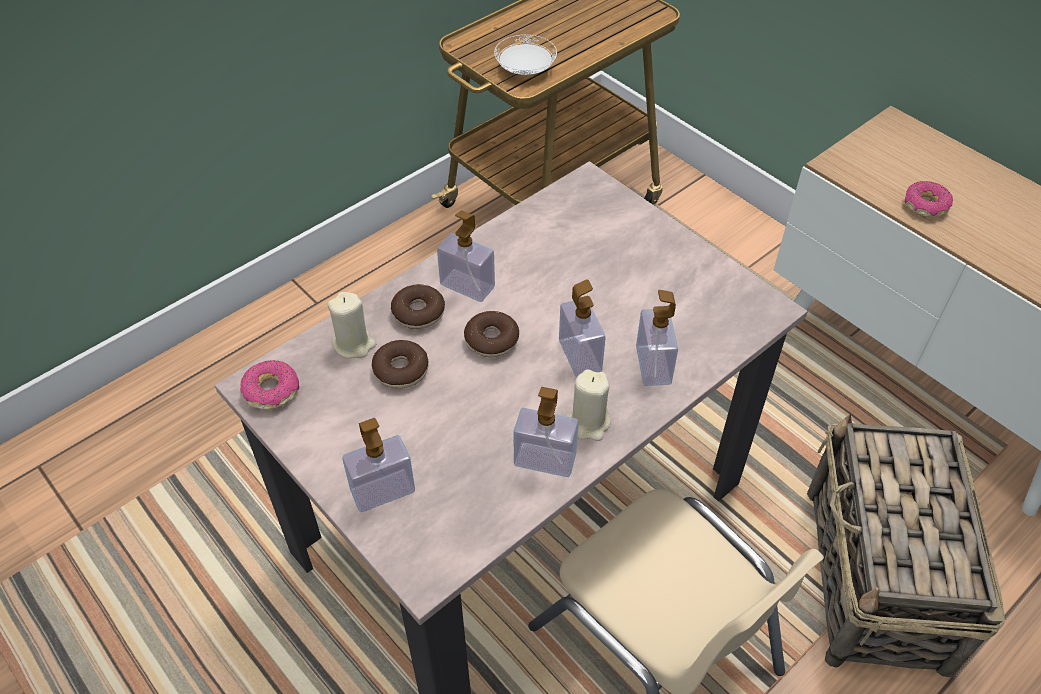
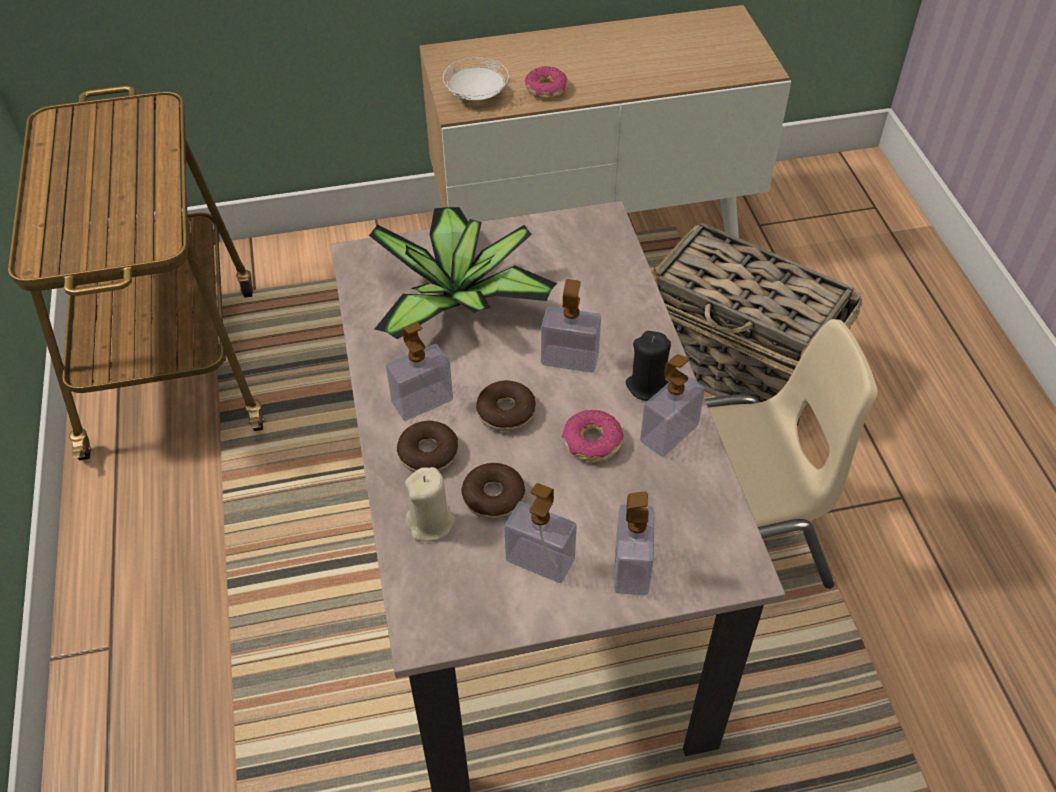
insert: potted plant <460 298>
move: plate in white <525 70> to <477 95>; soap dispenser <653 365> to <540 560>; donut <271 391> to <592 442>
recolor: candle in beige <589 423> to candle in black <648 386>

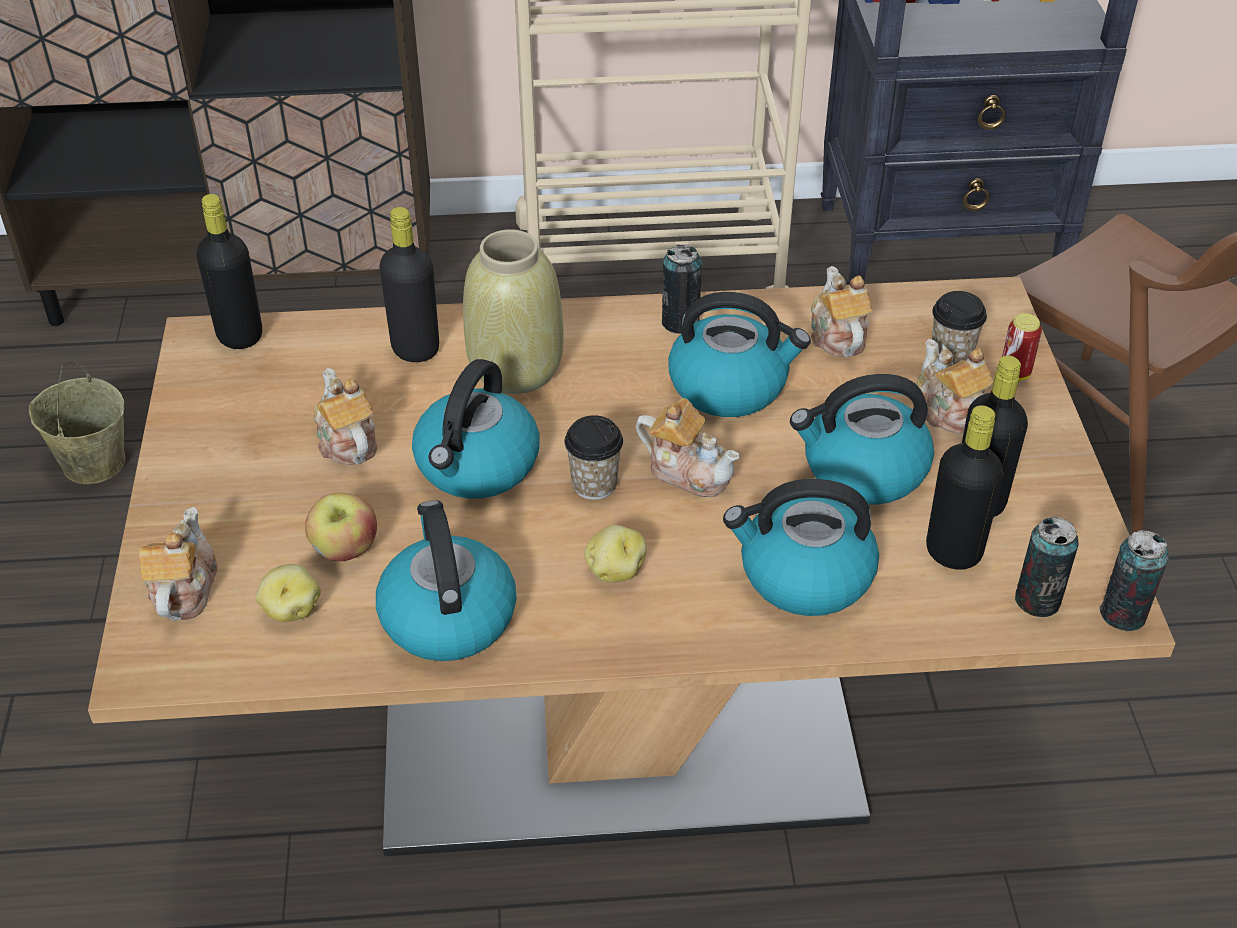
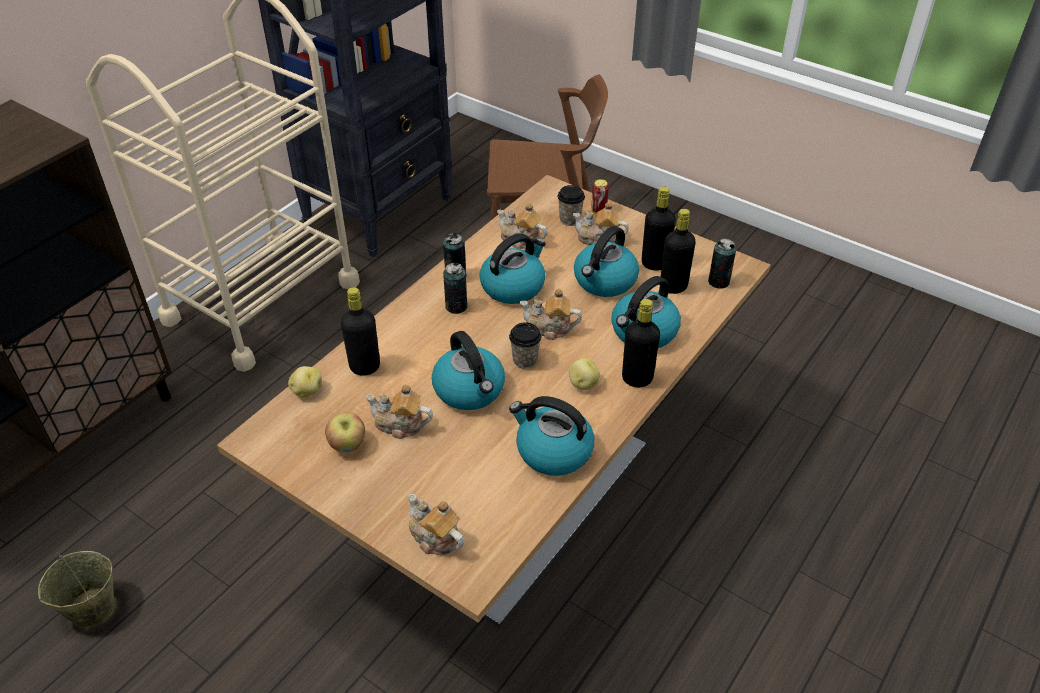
delete: vase in beige <516 368>
move: potato <291 609> to <307 391>; apple <345 550> to <348 445>; can <1123 614> to <456 307>; bottle in black <240 336> to <637 378>
rotate: teapot <688 471> = <549 328> 150 degrees counterclockwise

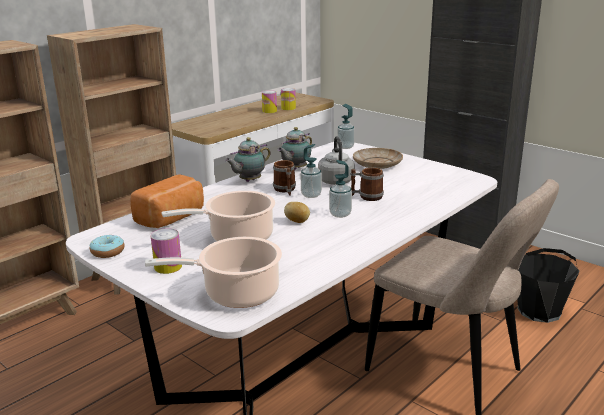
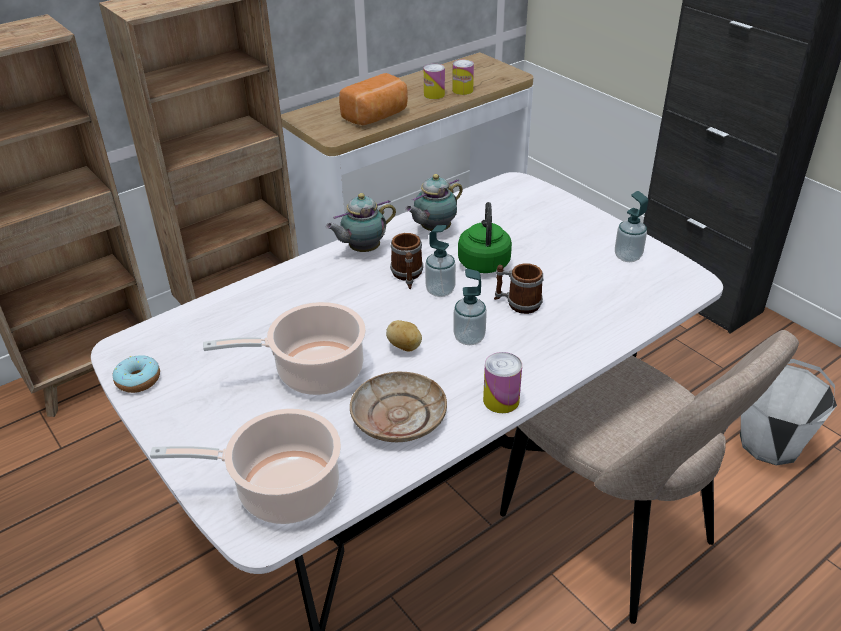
move: bread <172 218> to <377 116>; plate in beige <377 164> to <398 417>; can <168 267> to <501 400>; soap dispenser <345 147> to <627 256>
recolor: kettle in grey <335 180> to kettle in green <484 261>; bucket in black <540 311> to bucket in white <770 443>

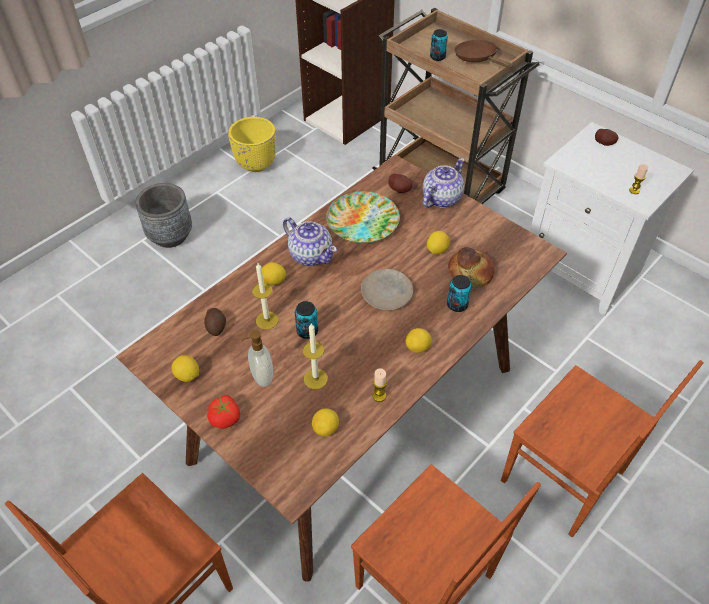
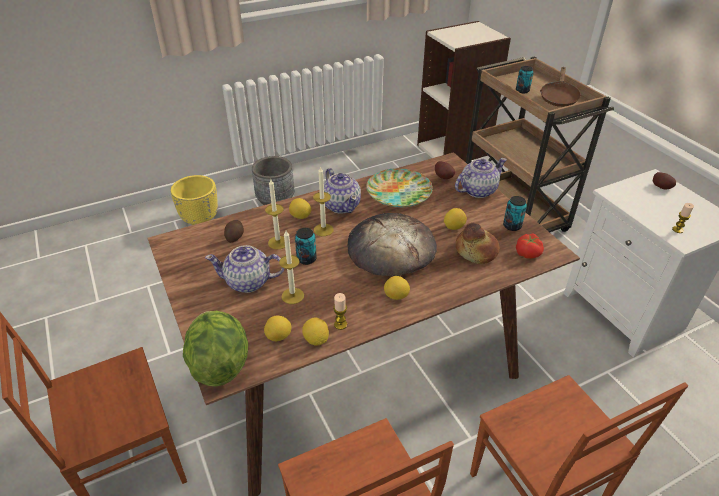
insert: lettuce <219 363>; candle <323 230>
move: planter in yellow <256 164> to <200 219>; lemon <187 375> to <316 340>; can <457 305> to <512 226>; tomato <225 417> to <528 253>
replace: soap dispenser <261 377> to teapot <249 282>; plate in beige <387 293> to bread <391 248>
rotate: frying pan in brown <478 59> = <558 98> 150 degrees counterclockwise

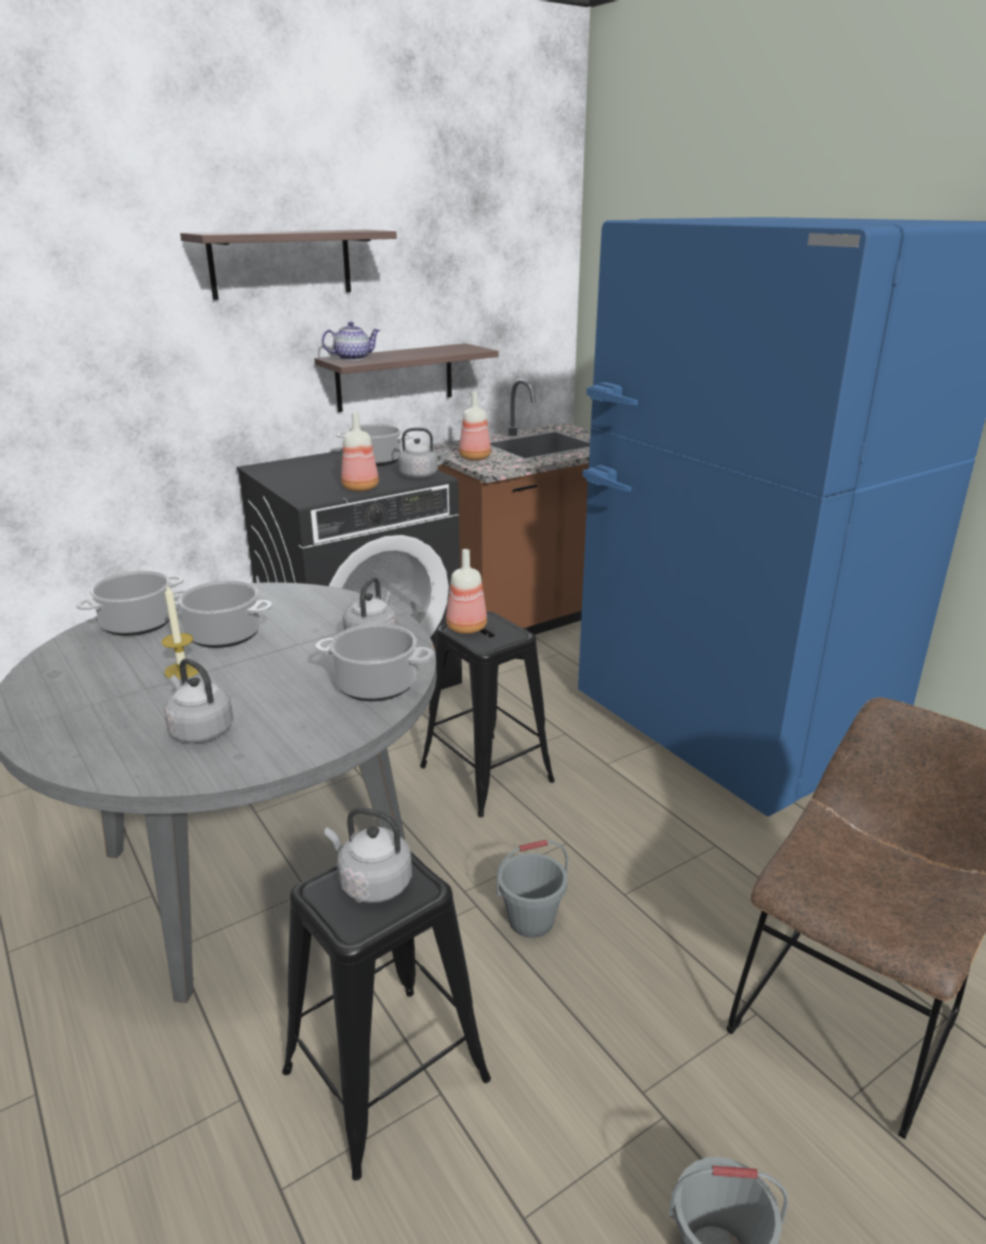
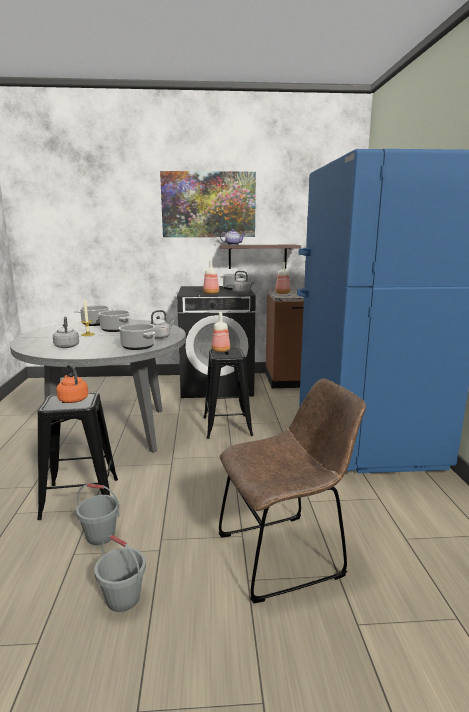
move: bucket in grey <531 920> to <101 536>
replace: shelf <281 263> to picture <208 205>
recolor: kettle in grey <372 883> to kettle in orange <72 399>

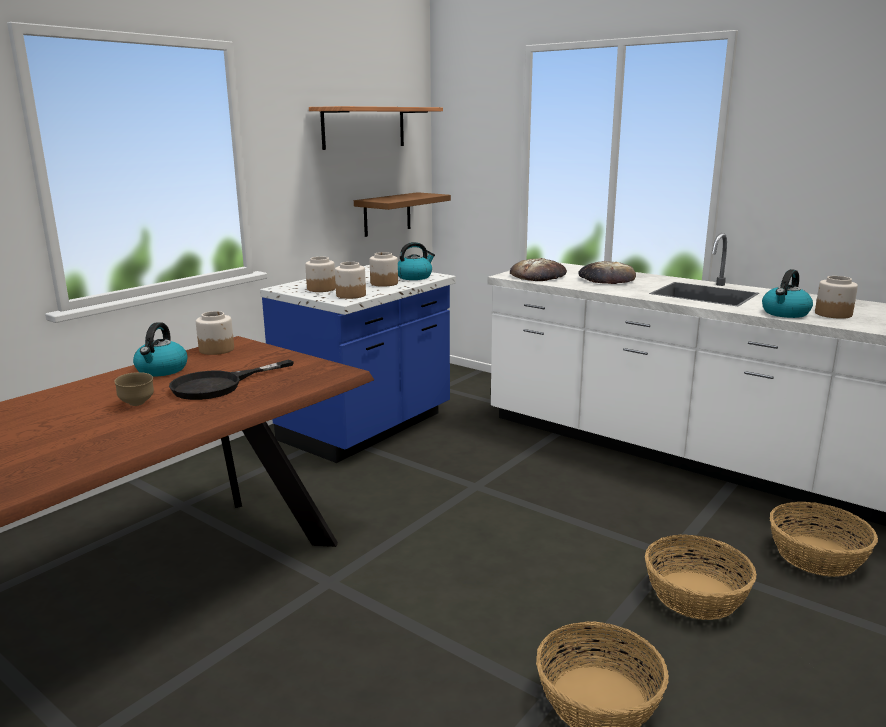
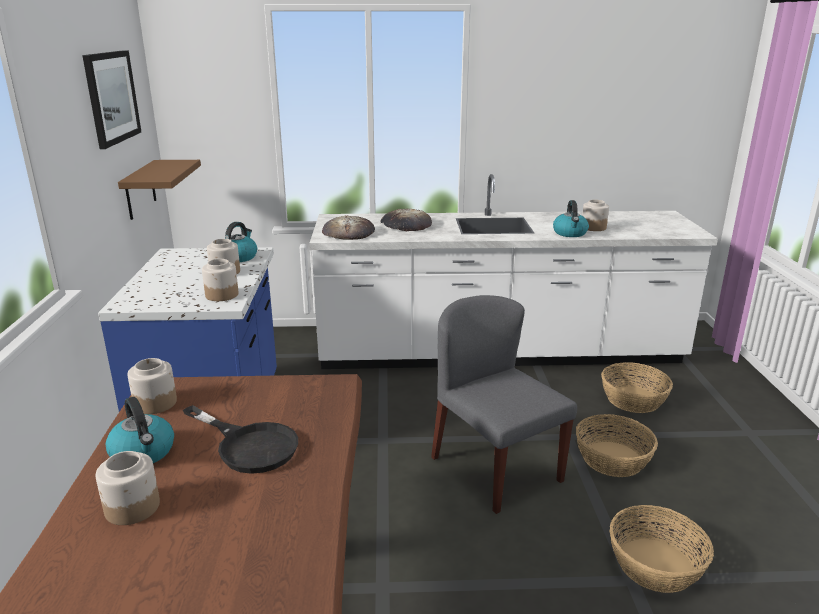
delete: bowl in brown <137 404>
insert: chair in grey <495 468>
move: jar <321 289> to <132 508>
replace: shelf <364 127> to picture <111 97>
rotate: frying pan in black <218 385> = <249 445> 60 degrees counterclockwise

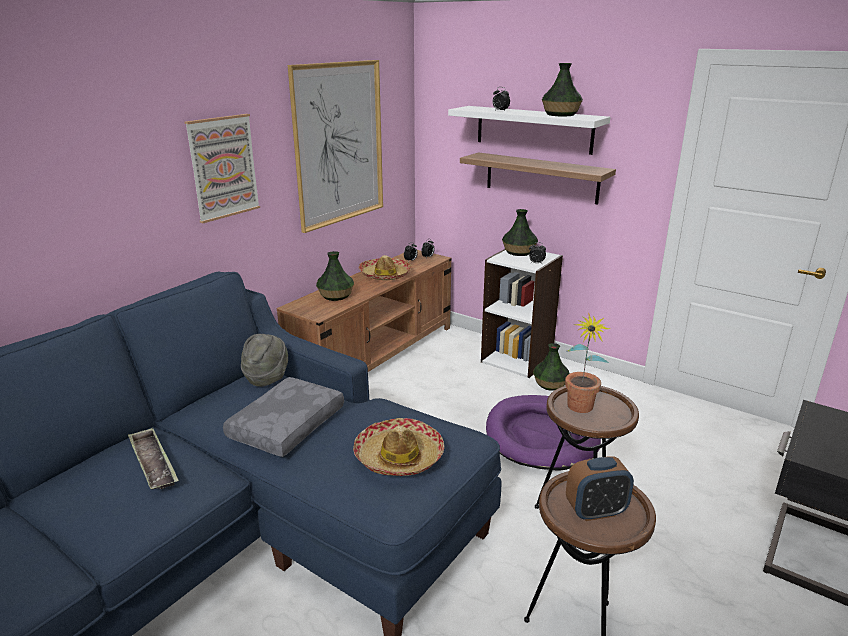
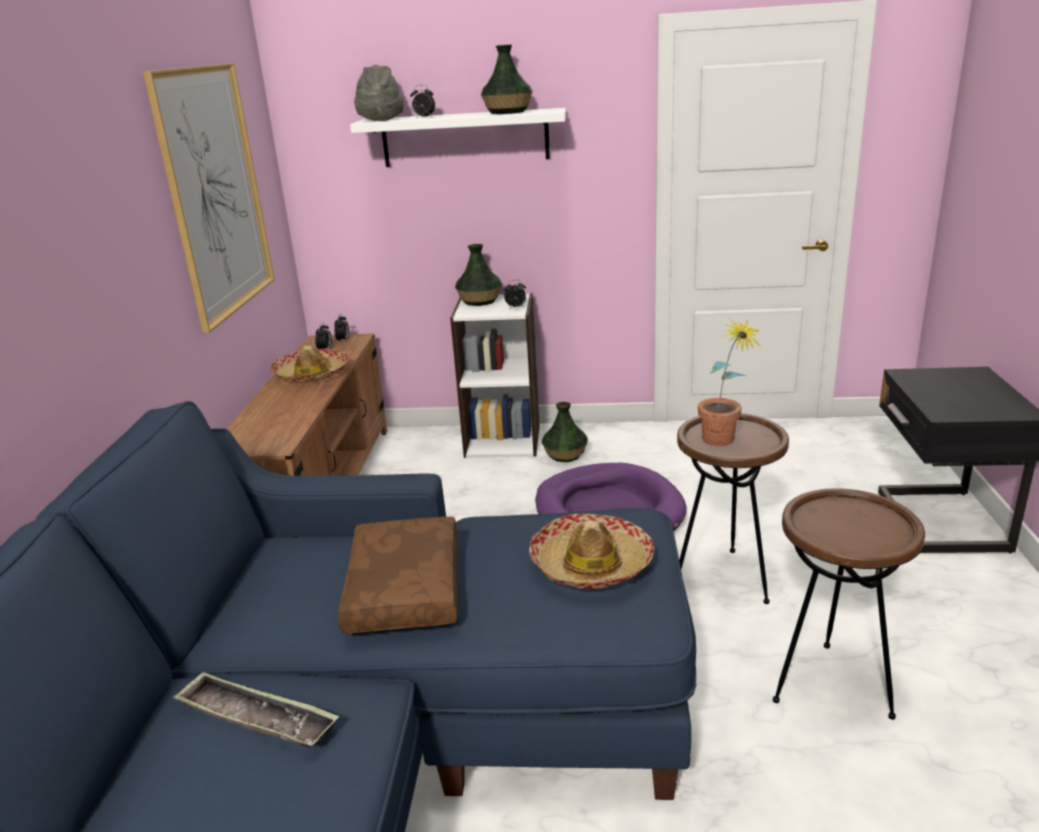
delete: picture <223 167>; vase <336 296>; shelf <541 178>; alarm clock <596 511>
move: hat in grey <267 377> to <381 119>
recolor: pillow in grey <286 425> to pillow in brown <402 588>

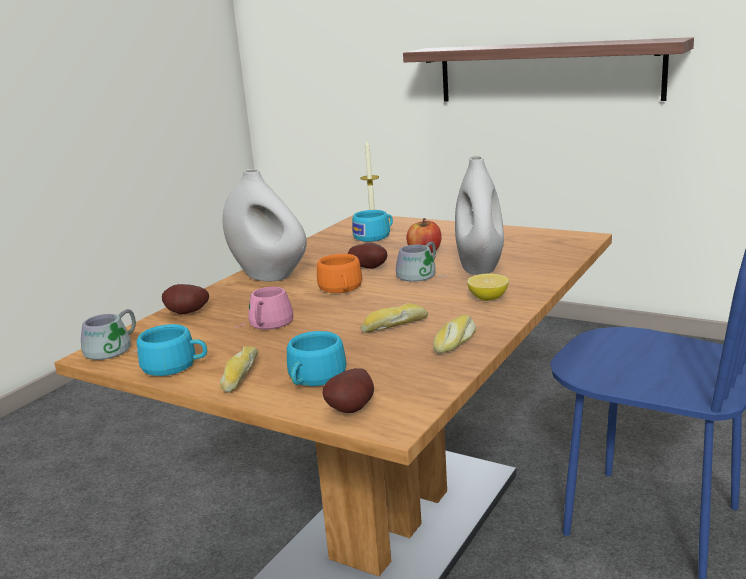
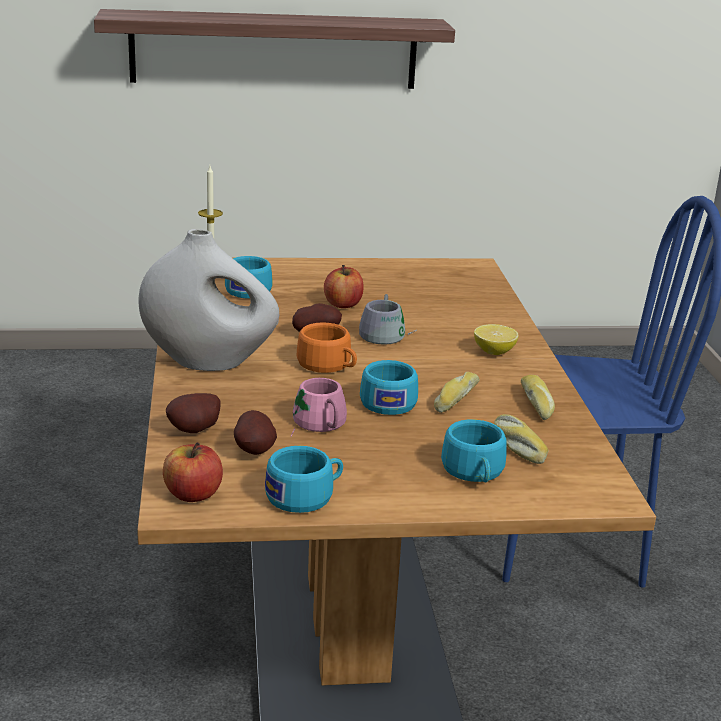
delete: vase in white <480 267>
insert: cup in turquoise <388 401>
move: potato <353 410> to <255 451>; bread <239 376> to <516 446>
replace: mug in grey <116 349> to apple <193 494>

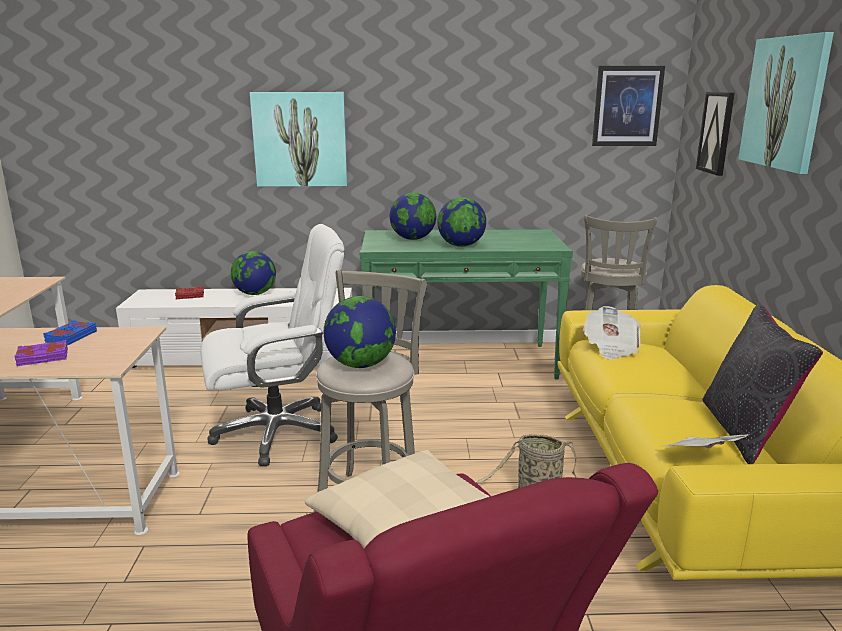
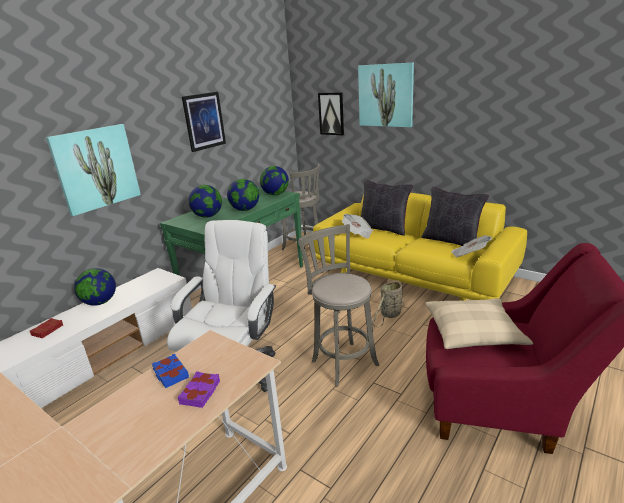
insert: pillow in black <383 228>
move: picture <627 106> to <204 121>; globe <361 365> to <275 194>

